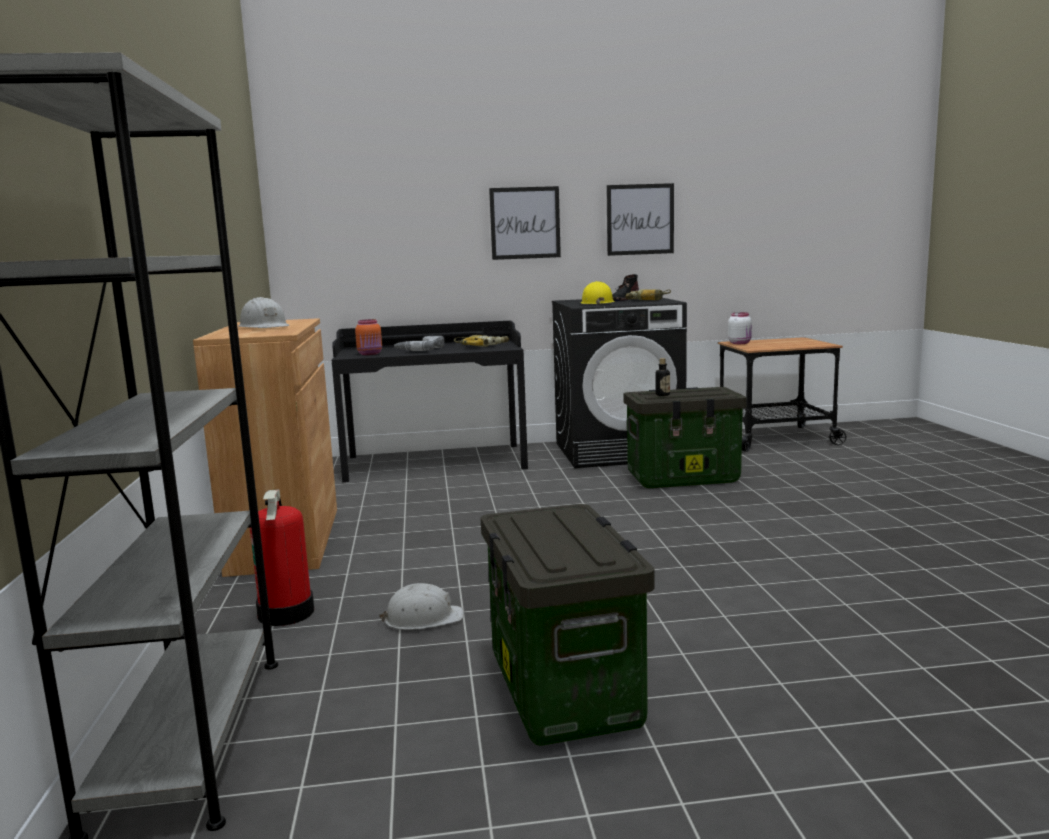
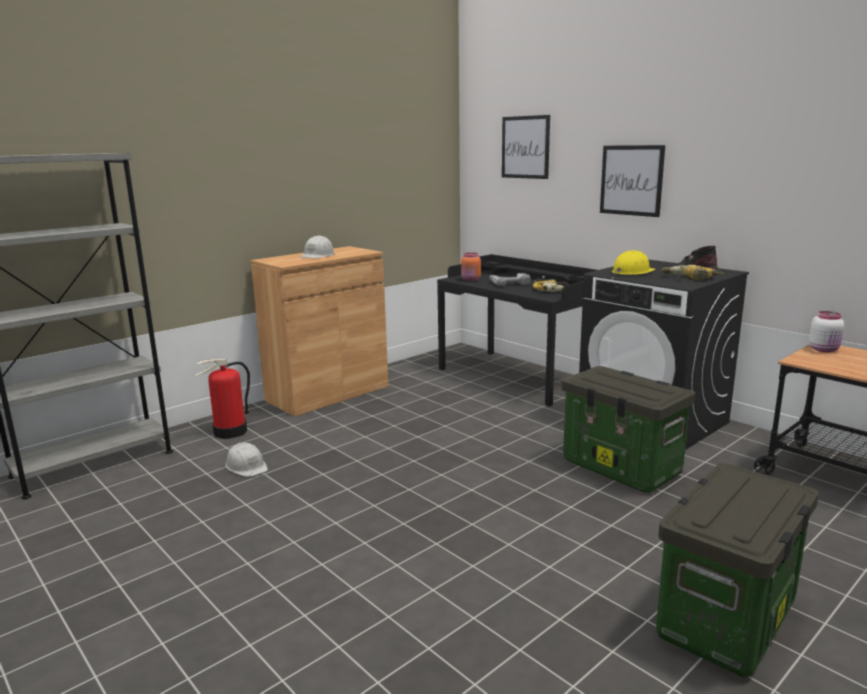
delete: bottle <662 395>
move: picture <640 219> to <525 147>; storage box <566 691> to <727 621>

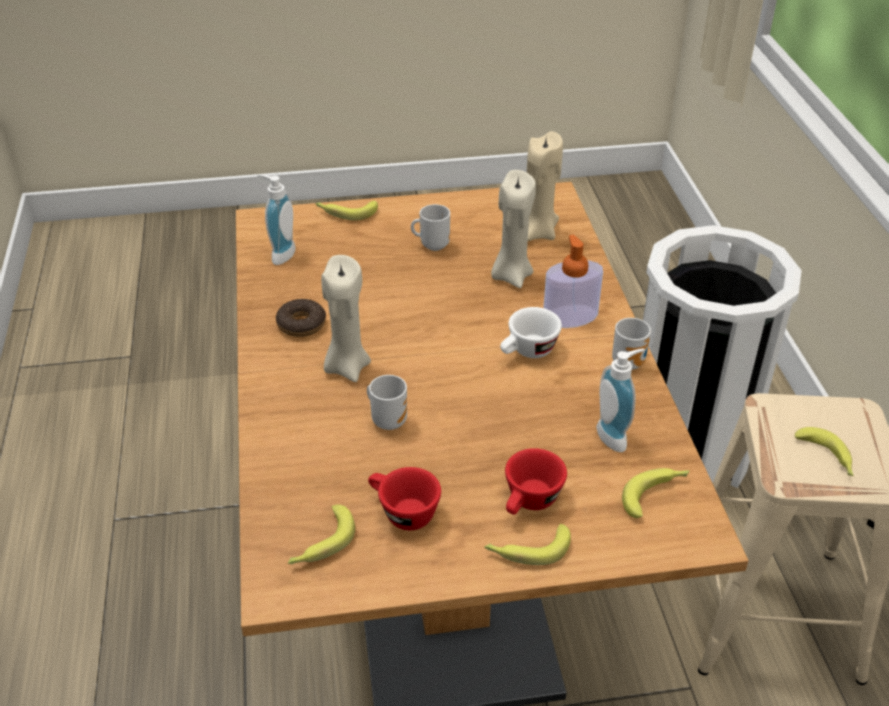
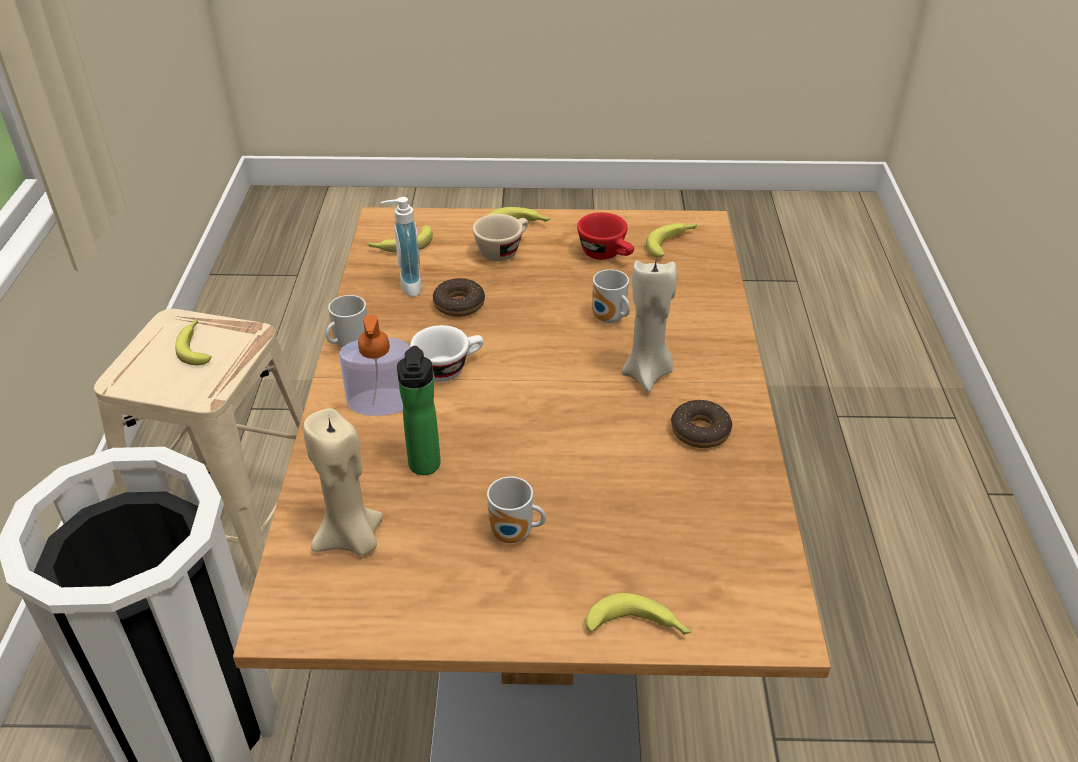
delete: soap dispenser <280 254>
insert: donut <459 304>
replace: candle in beige <511 276> to bottle <424 468>
recolor: cup in red <530 502> to cup in beige <503 250>

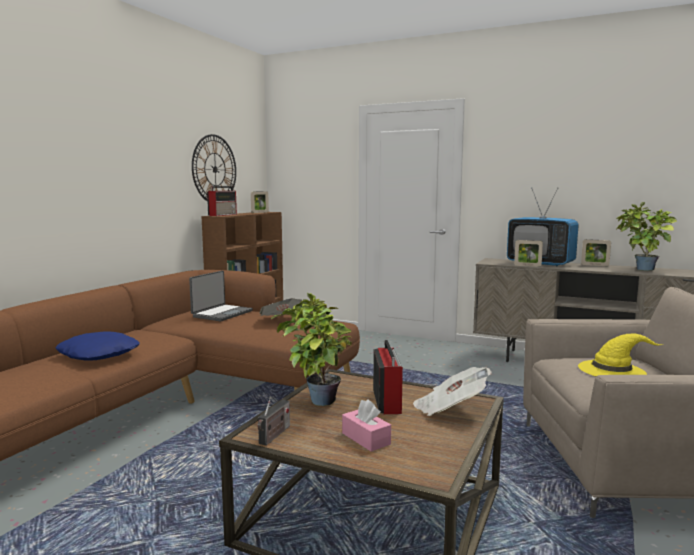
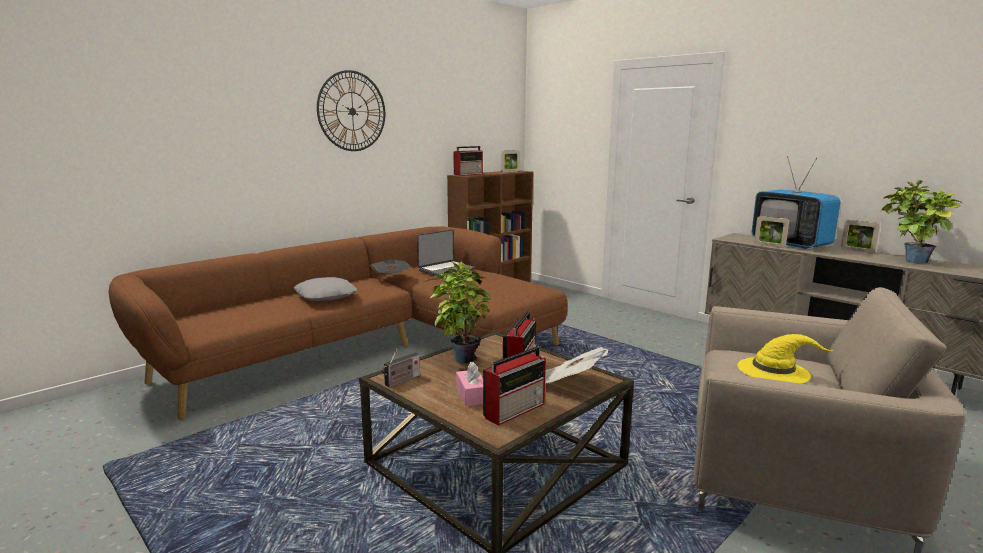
insert: radio <515 410>
move: wall clock <214 169> to <352 111>; newspaper <280 319> to <391 278>
recolor: pillow in blue <99 354> to pillow in grey <326 296>

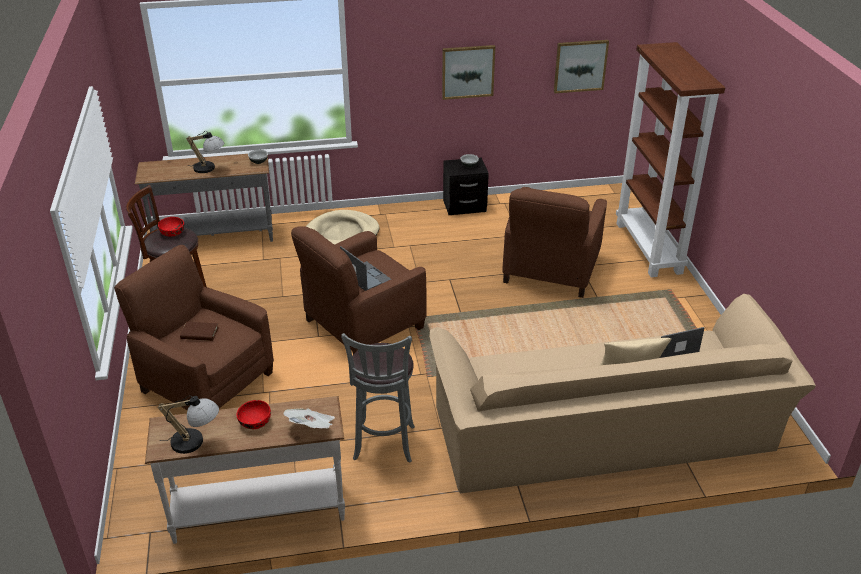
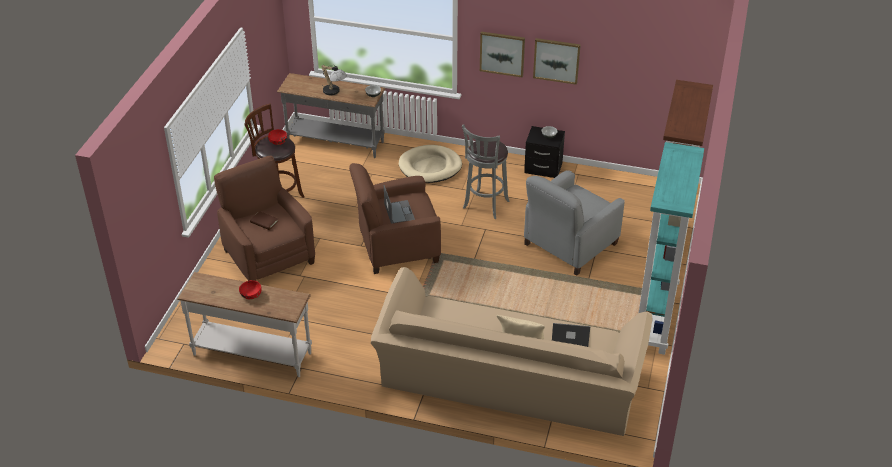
delete: table lamp <196 442>; newspaper <312 427>
insert: bookcase in turquoise <656 319>
move: stool in grey <384 445> to <485 206>; picture <580 66> to <502 53>
recolor: armchair in brown <550 269> to armchair in grey <569 244>

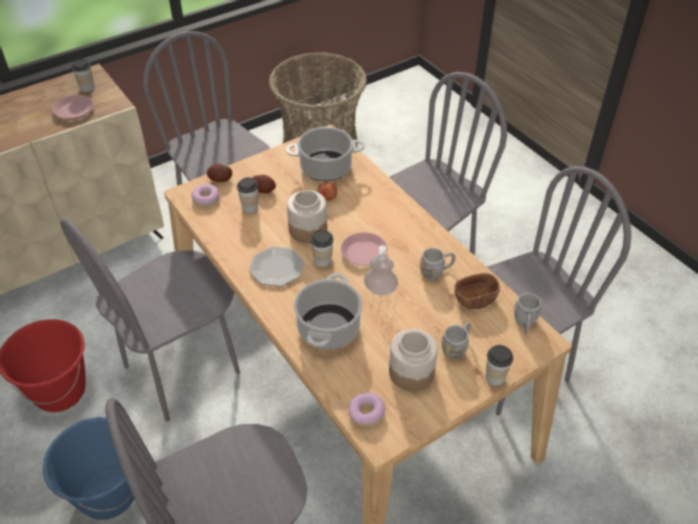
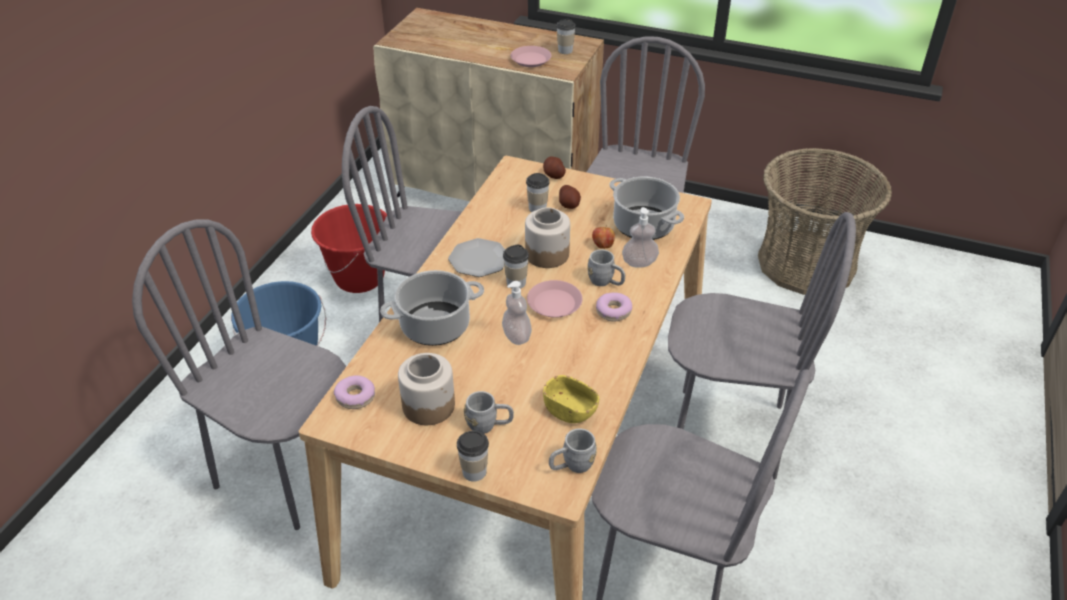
insert: soap dispenser <639 263>
move: mug in grey <436 272> to <605 282>; donut <206 199> to <613 311>
recolor: bowl in brown <475 299> to bowl in yellow <570 410>

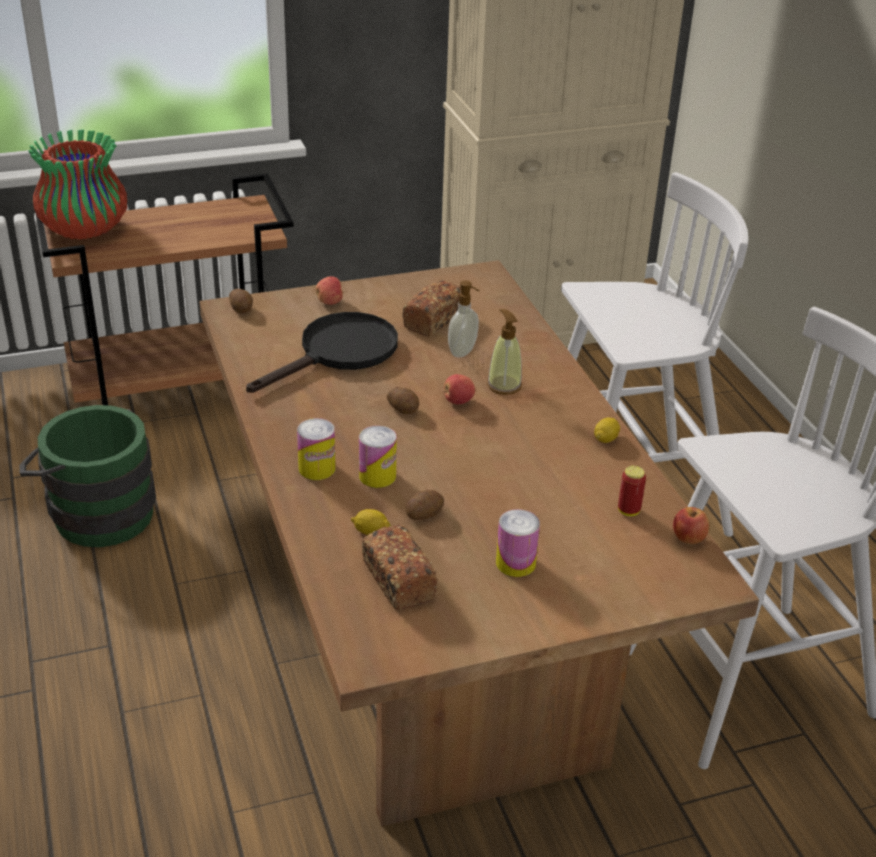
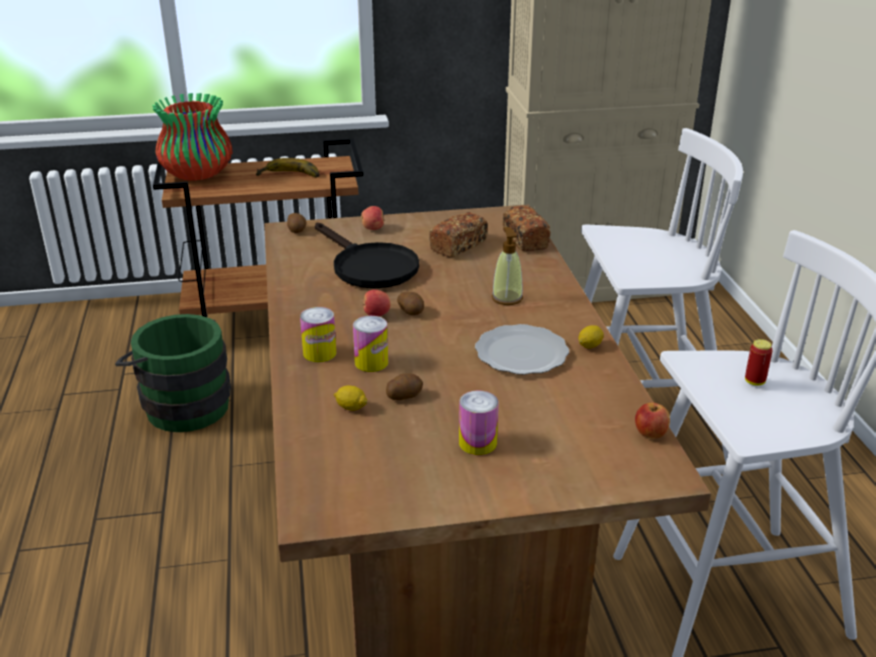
delete: soap dispenser <463 352>
insert: banana <289 176>; plate <520 353>
move: apple <458 401> to <376 314>; bread <398 580> to <525 239>; can <628 511> to <754 381>
rotate: frying pan in black <339 353> = <368 266> 90 degrees clockwise

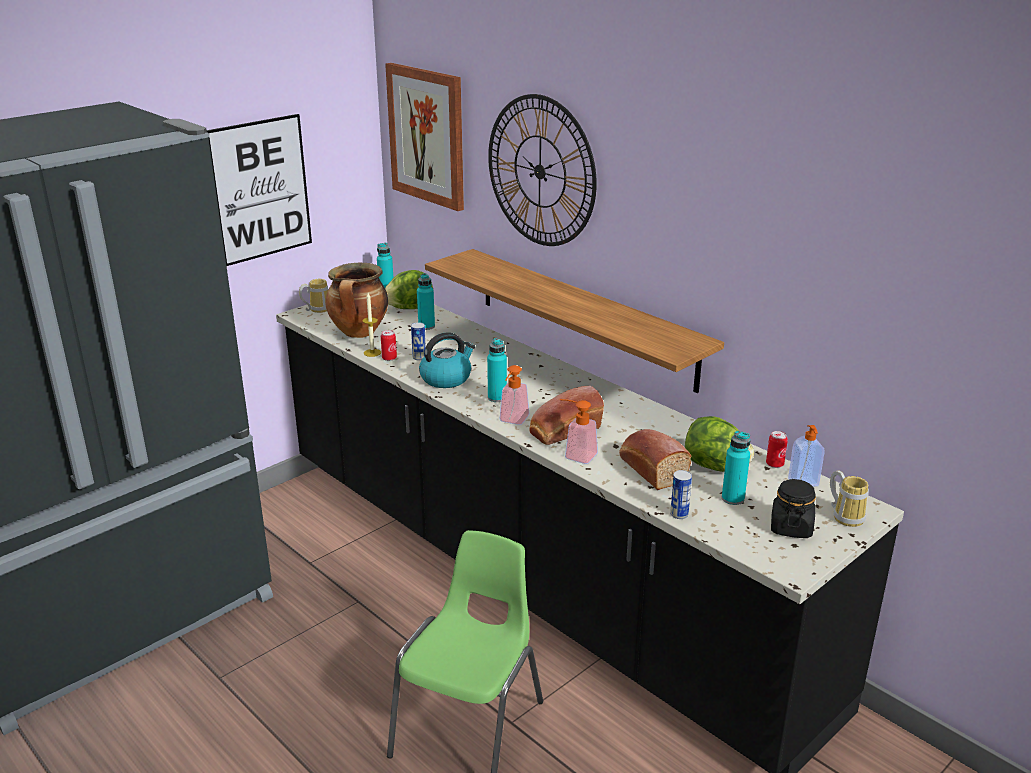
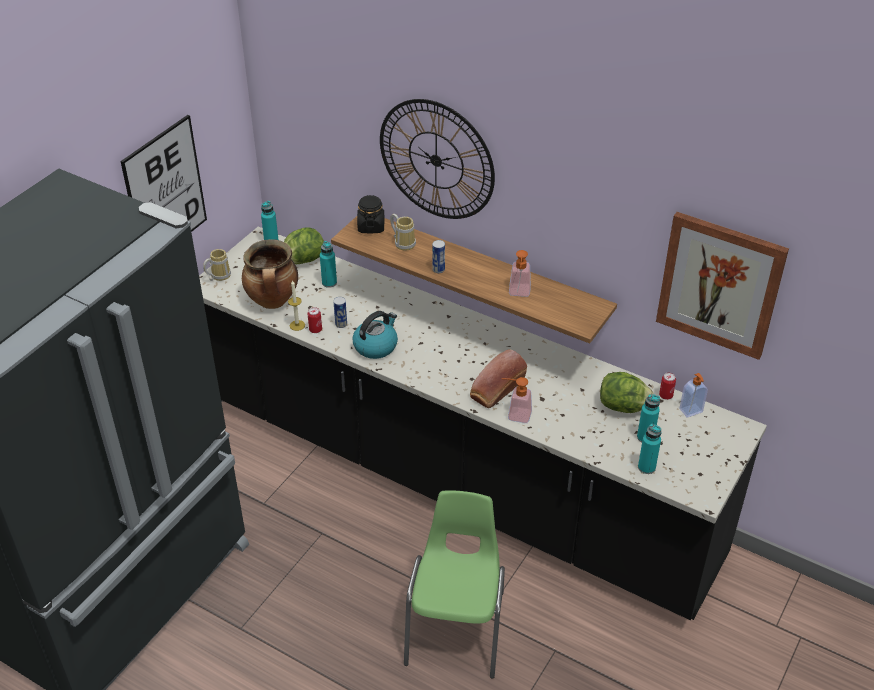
delete: bread <650 469>
move: jar in black <791 527> to <371 226>; mug <846 516> to <403 243>; can <679 514> to <438 269>; soap dispenser <512 421> to <519 293>; bottle in turquoise <497 398> to <646 467>; picture <427 135> to <720 284>

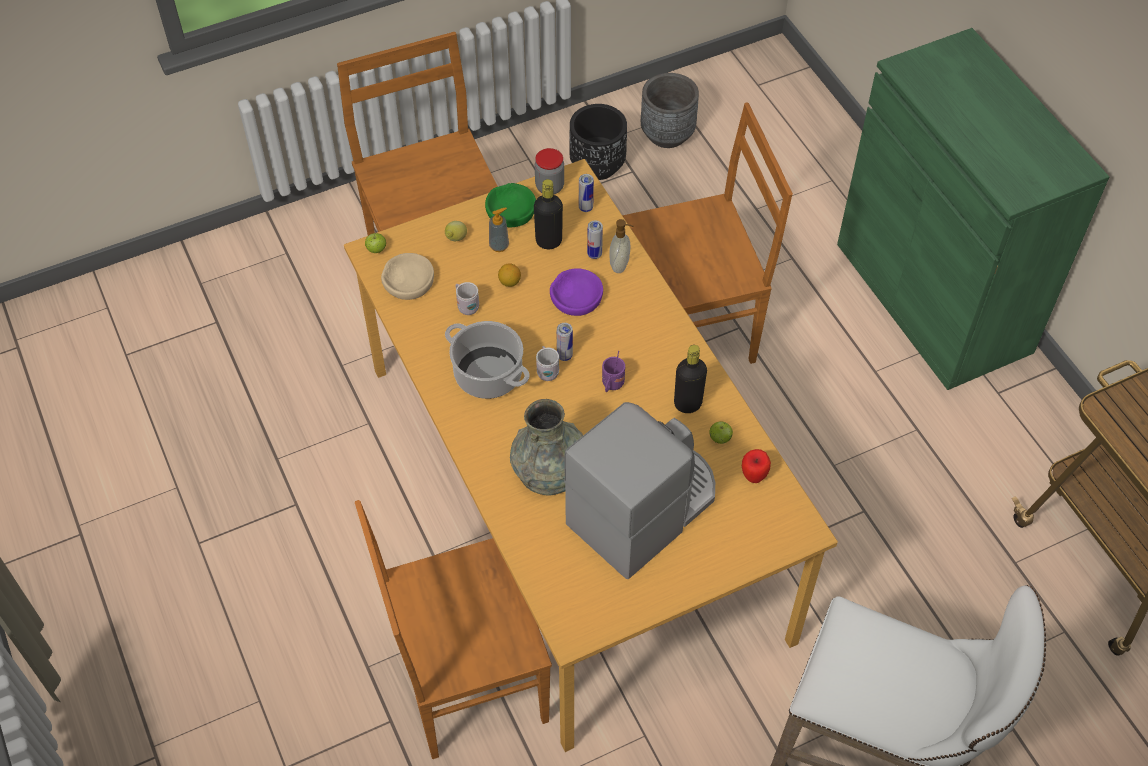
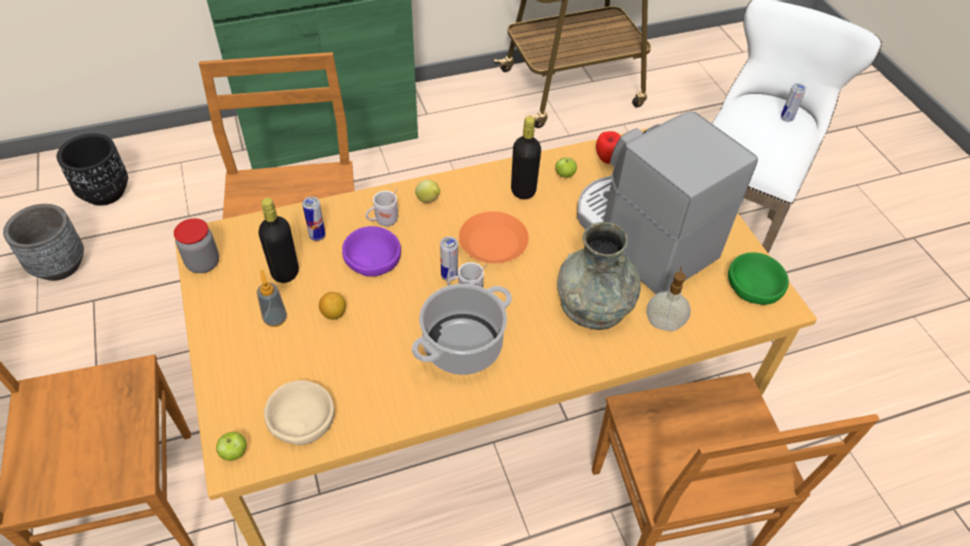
move: planter in black <597 166> to <105 193>; mug in white <466 306> to <383 221>; lemon <455 239> to <429 200>; soap dispenser <620 265> to <663 323>; bowl in green <511 210> to <754 284>; can <585 208> to <786 118>
replace: mug in purple <611 385> to plate in orange <494 242>

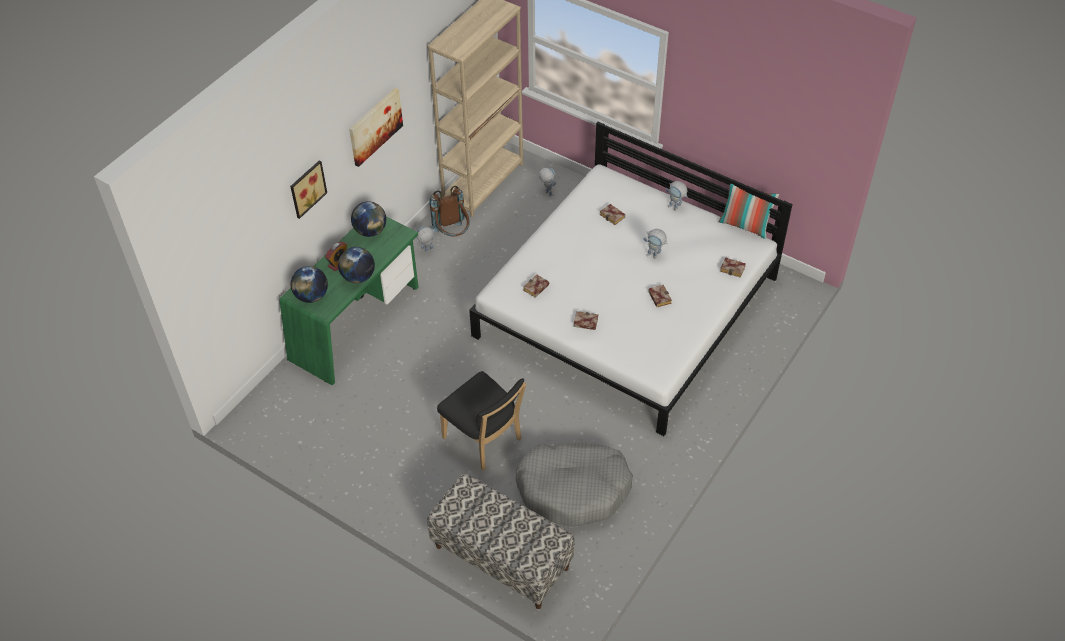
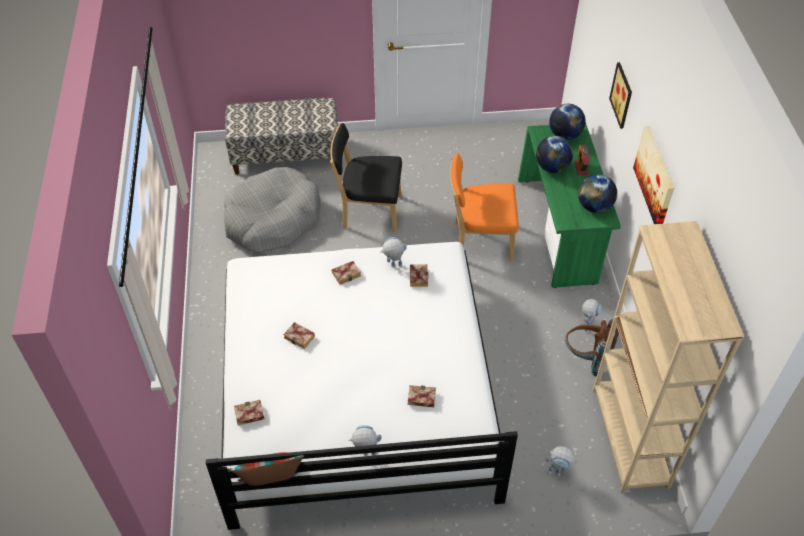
insert: chair in orange <479 241>
move: toy robot <654 256> to <393 266>

